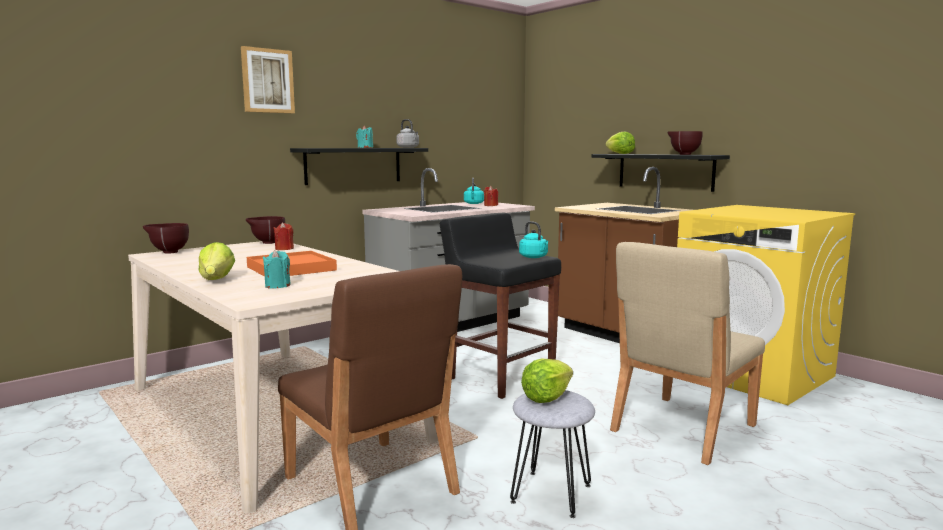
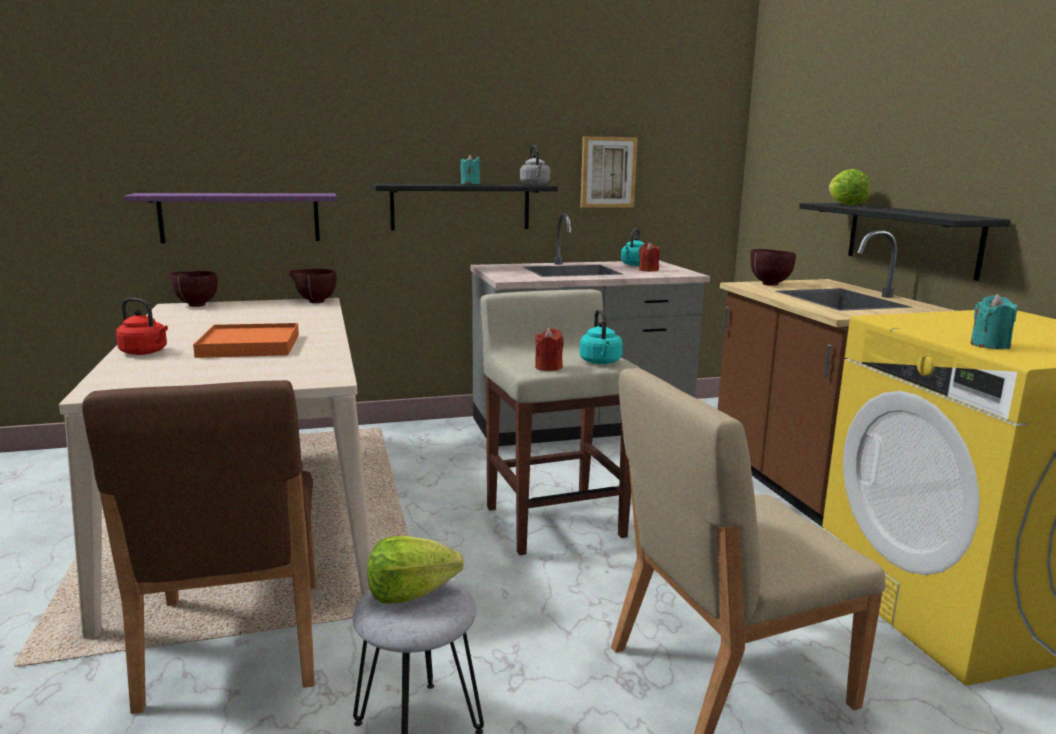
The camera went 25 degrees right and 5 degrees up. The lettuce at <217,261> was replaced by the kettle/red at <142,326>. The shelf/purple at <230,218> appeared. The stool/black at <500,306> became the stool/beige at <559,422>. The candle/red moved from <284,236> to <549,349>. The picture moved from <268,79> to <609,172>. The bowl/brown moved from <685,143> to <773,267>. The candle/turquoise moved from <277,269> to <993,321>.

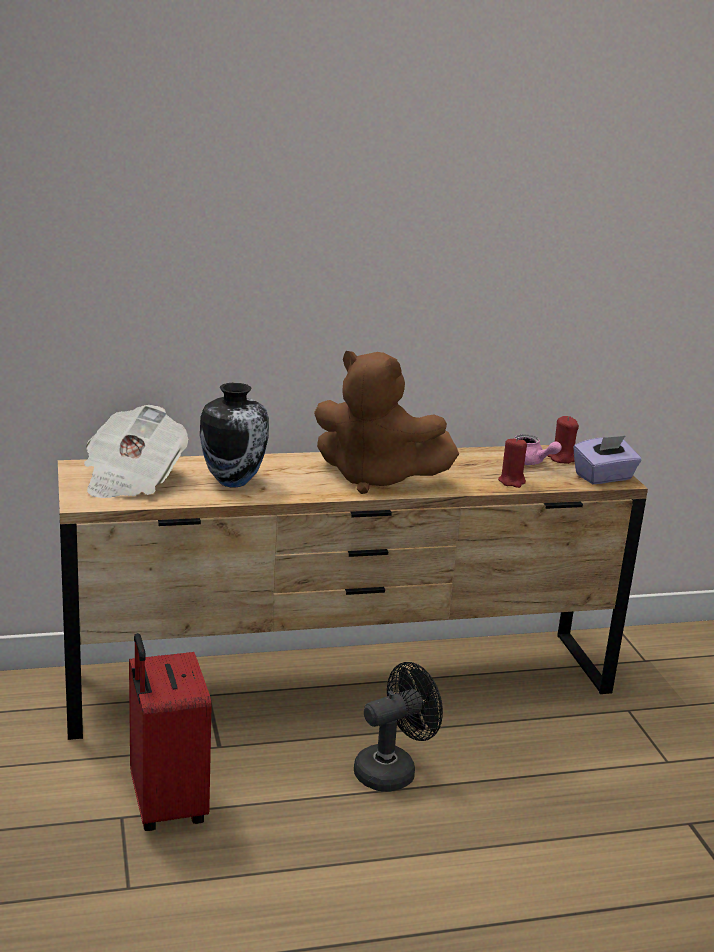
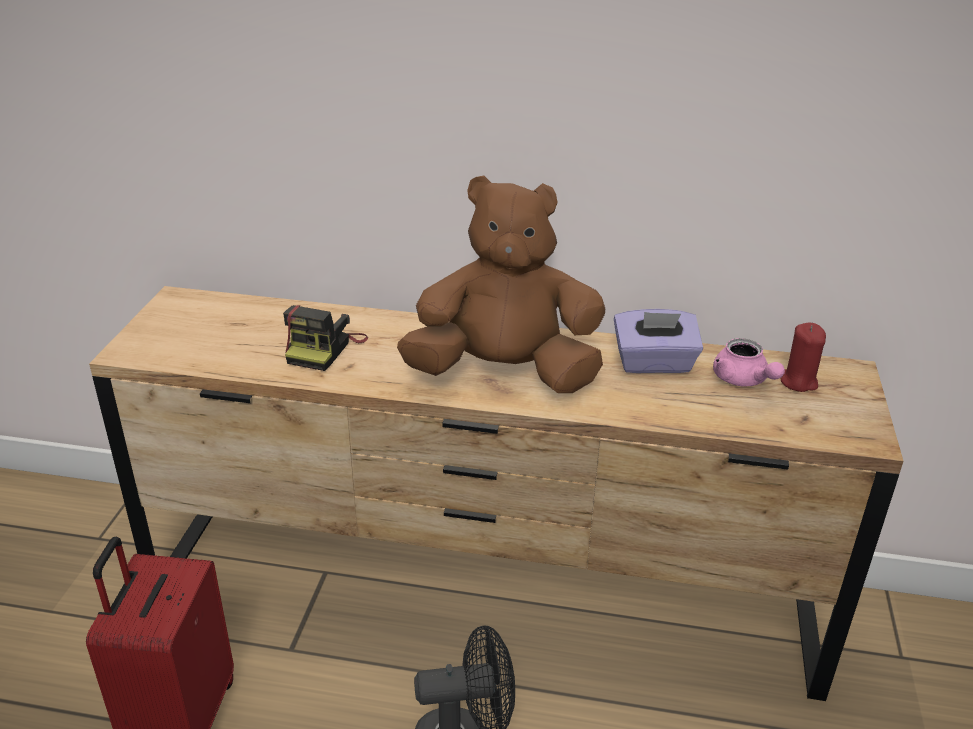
The camera went 25 degrees right and 10 degrees up. The vase at <234,435> was replaced by the photo camera at <325,338>. The plush toy/brown at <386,422> turned 135 degrees clockwise. The tissue box/purple moved from <607,460> to <658,341>. The newspaper at <136,451> disappeared. The candle/red at <512,462> disappeared.

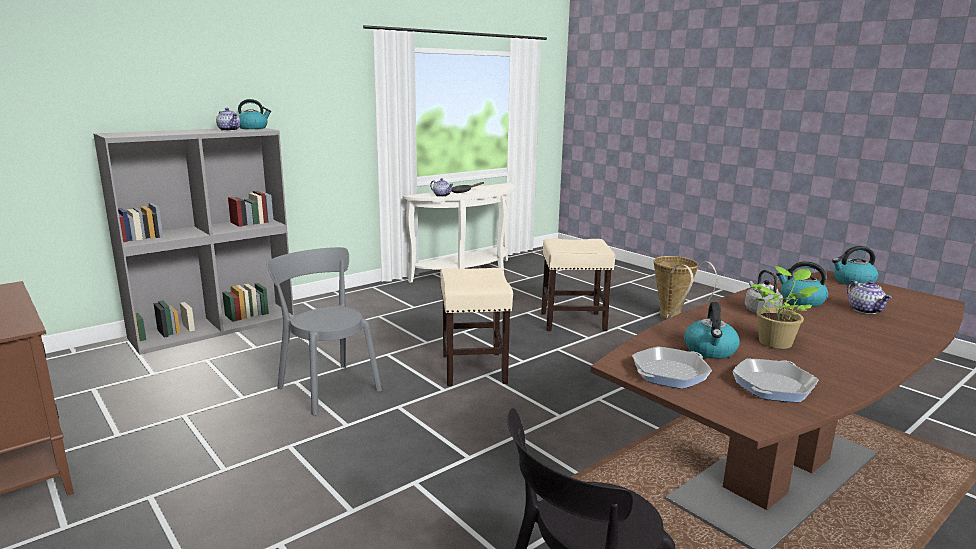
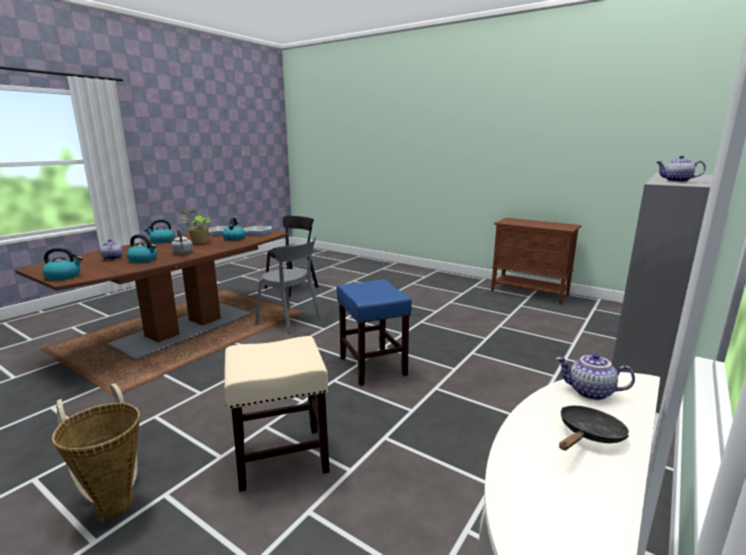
The camera went 165 degrees right and 0 degrees up. The kettle moved from <254,114> to <159,231>. The chair/grey moved from <324,331> to <288,286>. The stool/beige at <476,327> became the stool/blue at <374,332>.

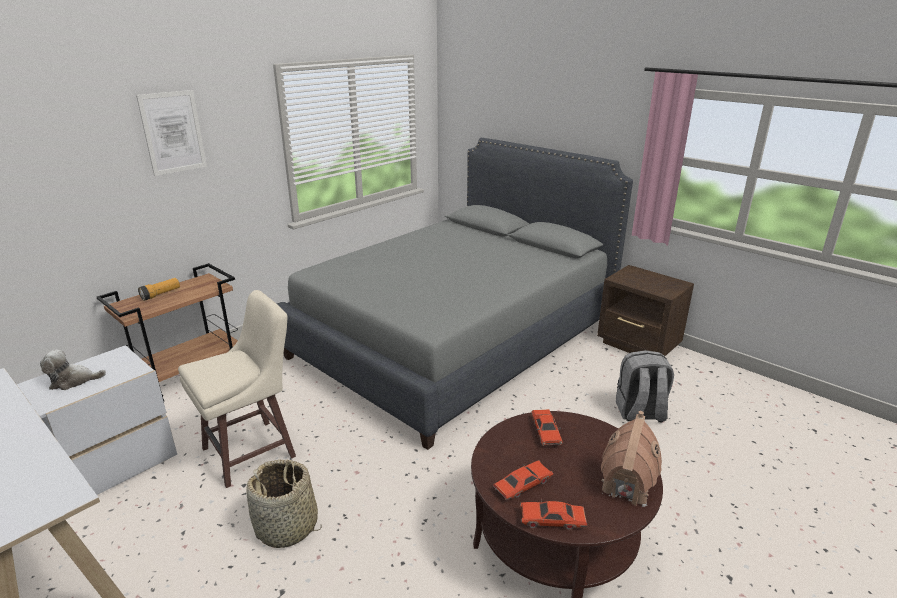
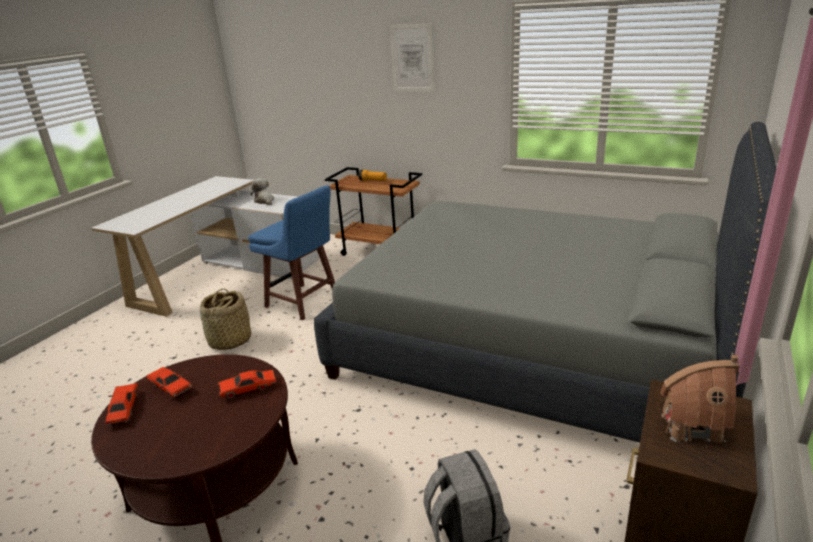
The camera went 75 degrees right and 0 degrees up. The stool/beige at <237,389> became the stool/blue at <291,252>. The toy house moved from <631,459> to <700,399>.

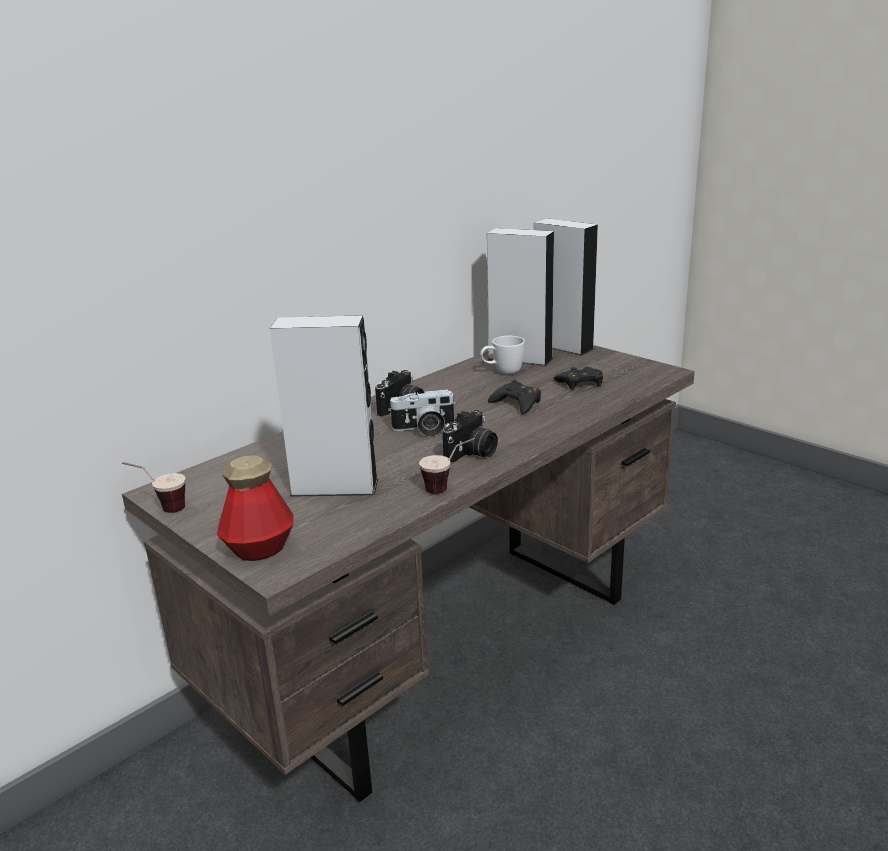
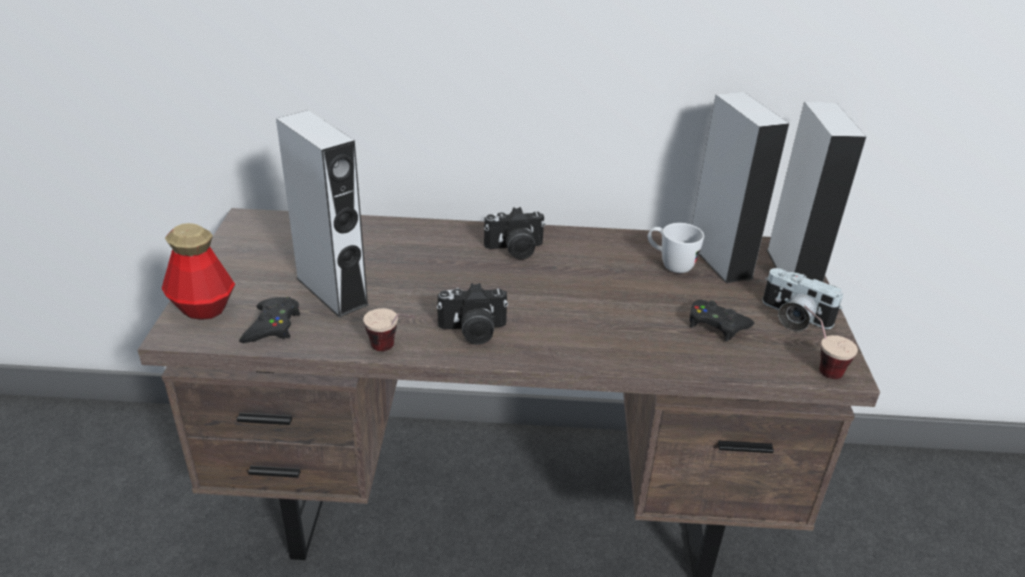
The camera went 45 degrees right and 10 degrees up. The game controller/black moved from <514,397> to <269,320>. The photo camera moved from <422,413> to <802,299>. The cup moved from <153,487> to <831,342>.

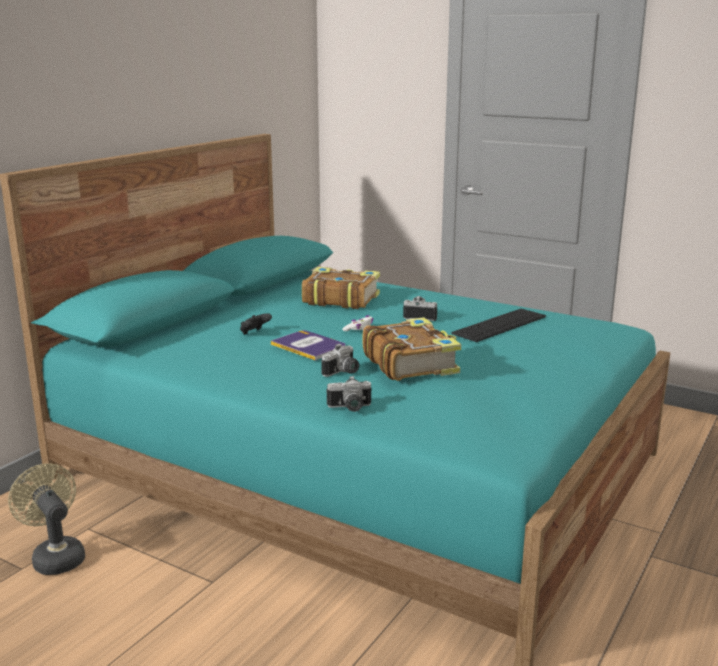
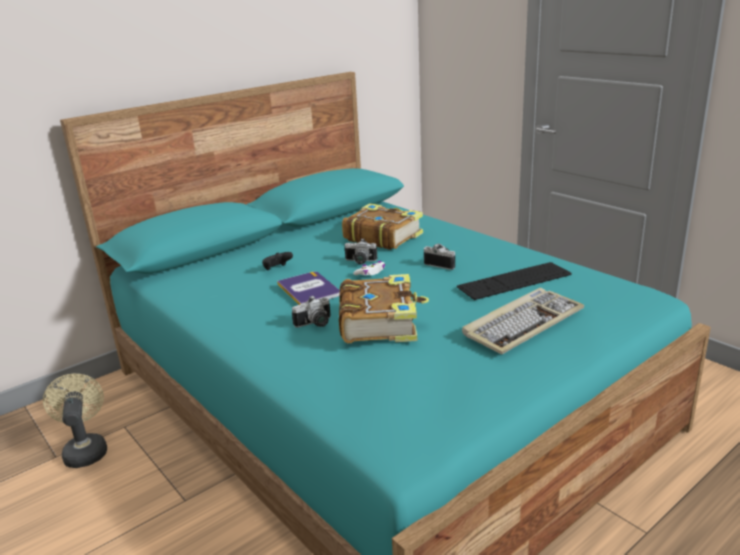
The camera went 20 degrees right and 5 degrees up. The photo camera moved from <349,394> to <361,251>. The keyboard at <523,321> appeared.

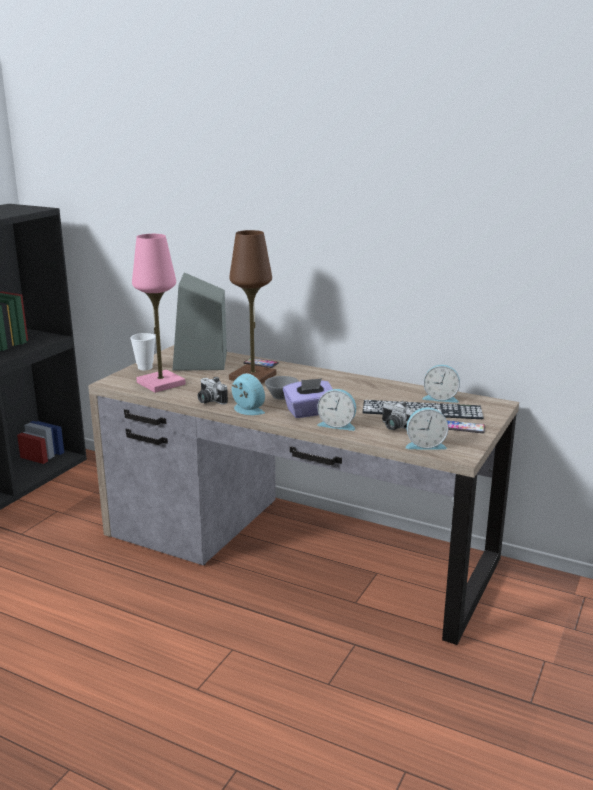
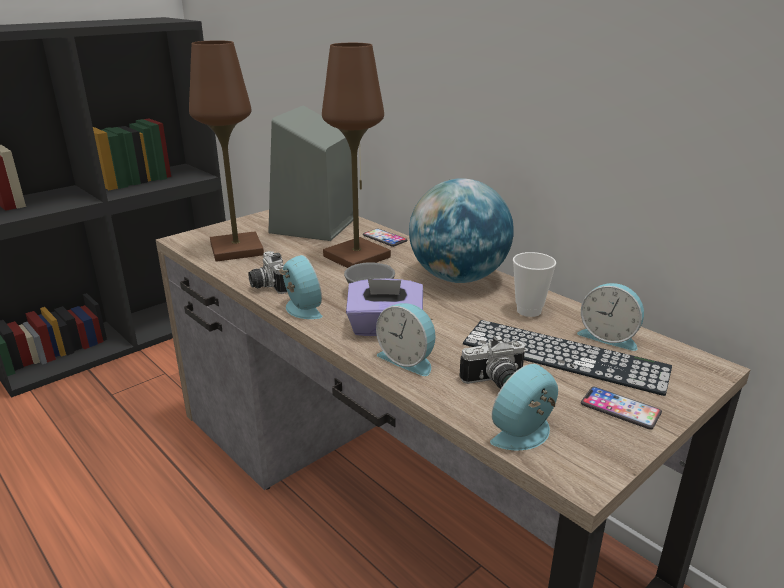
The camera went 20 degrees right and 5 degrees up. The table lamp/pink at <159,313> became the table lamp/brown at <226,151>. The globe at <461,231> appeared. The photo camera at <399,415> turned 75 degrees counterclockwise. The alarm clock at <426,428> turned 120 degrees clockwise. The cup moved from <142,351> to <534,284>.

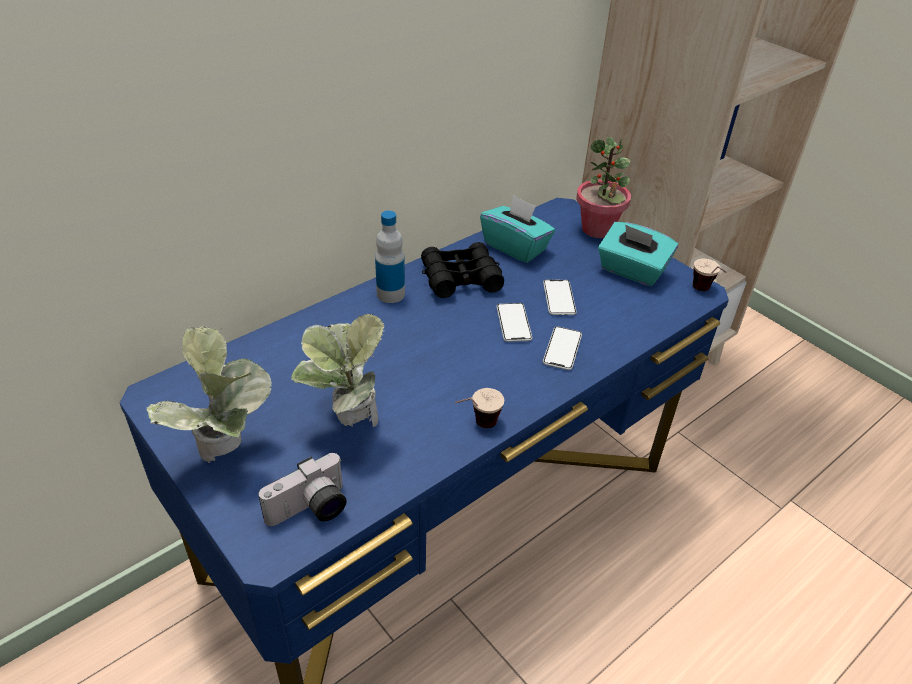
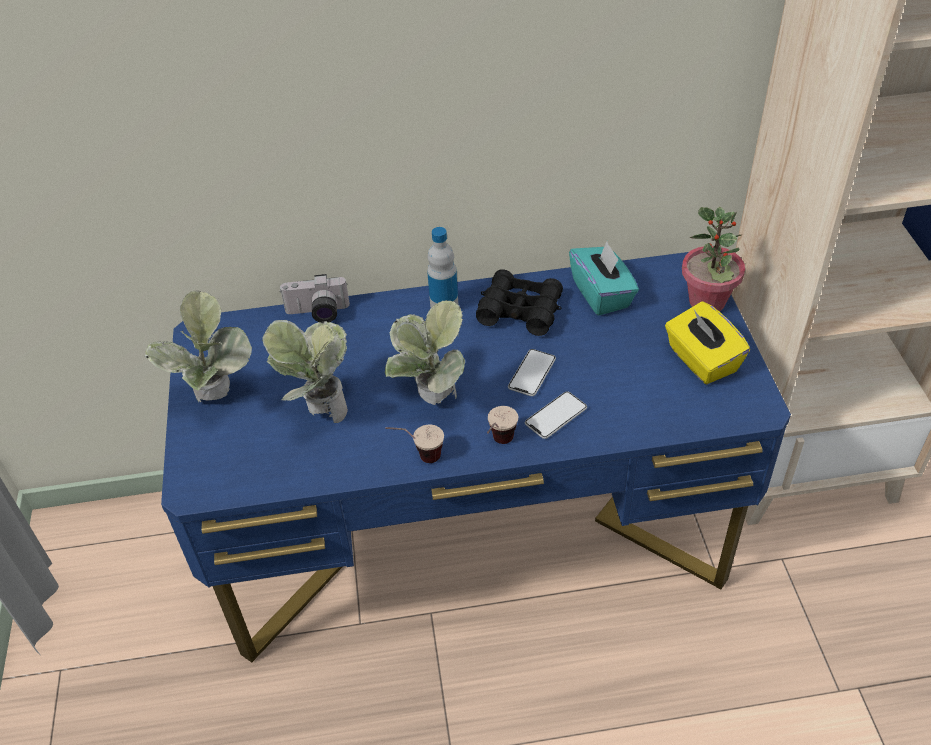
The camera went 35 degrees right and 5 degrees up. The photo camera moved from <302,489> to <314,298>. The potted plant at <425,352> appeared. The cup moved from <709,275> to <502,425>. The tissue box/turquoise at <638,254> became the tissue box/yellow at <707,342>. The phone at <560,297> disappeared.

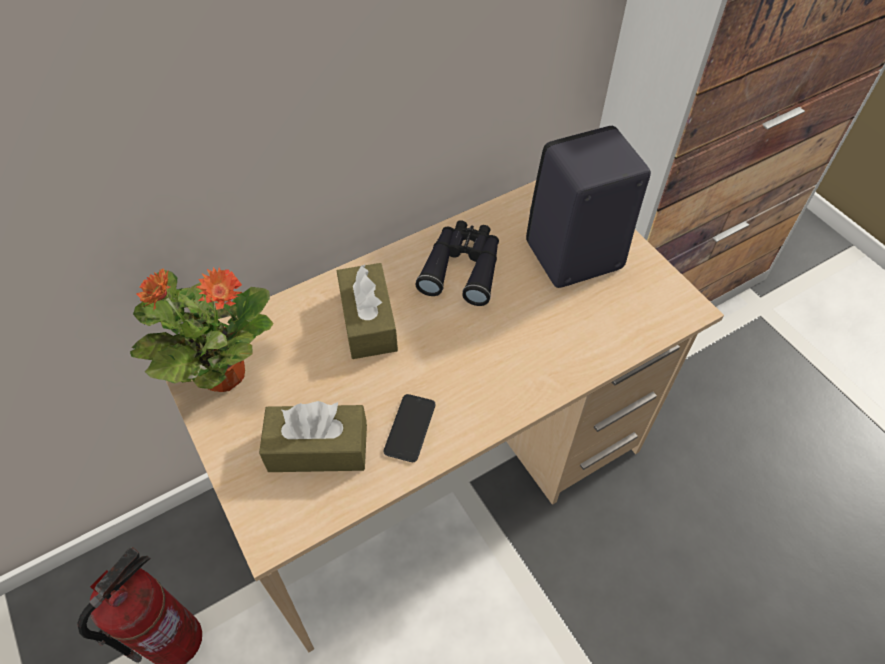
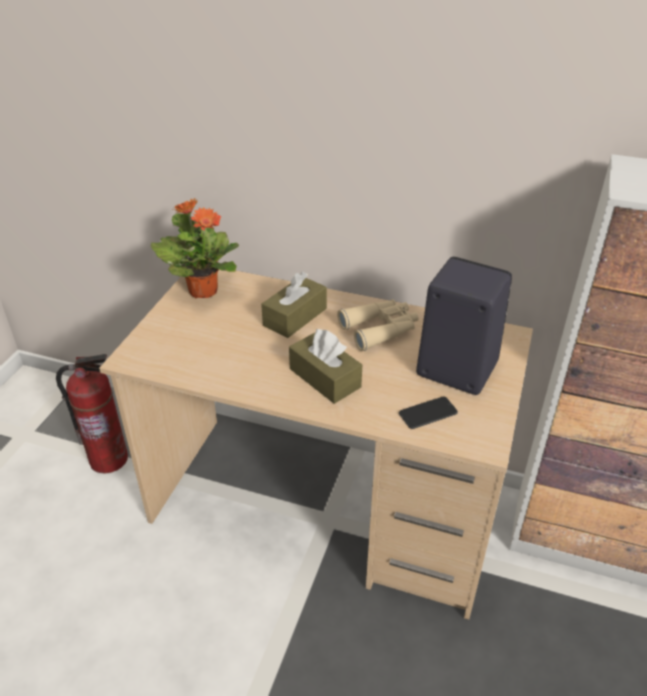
The camera went 50 degrees right and 15 degrees down. The tissue box/brown moved from <313,436> to <325,366>. The binoculars/black at <457,263> became the binoculars/beige at <378,325>. The phone moved from <410,428> to <428,413>.

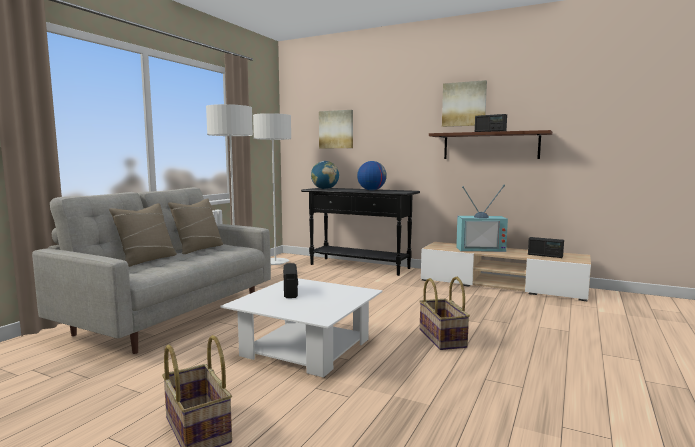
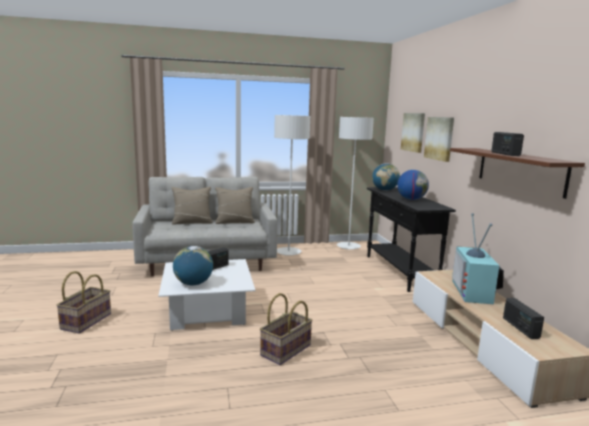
The camera went 50 degrees right and 5 degrees up. The globe at <193,265> appeared. The picture moved from <464,103> to <439,139>. The television at <482,218> turned 45 degrees clockwise.

